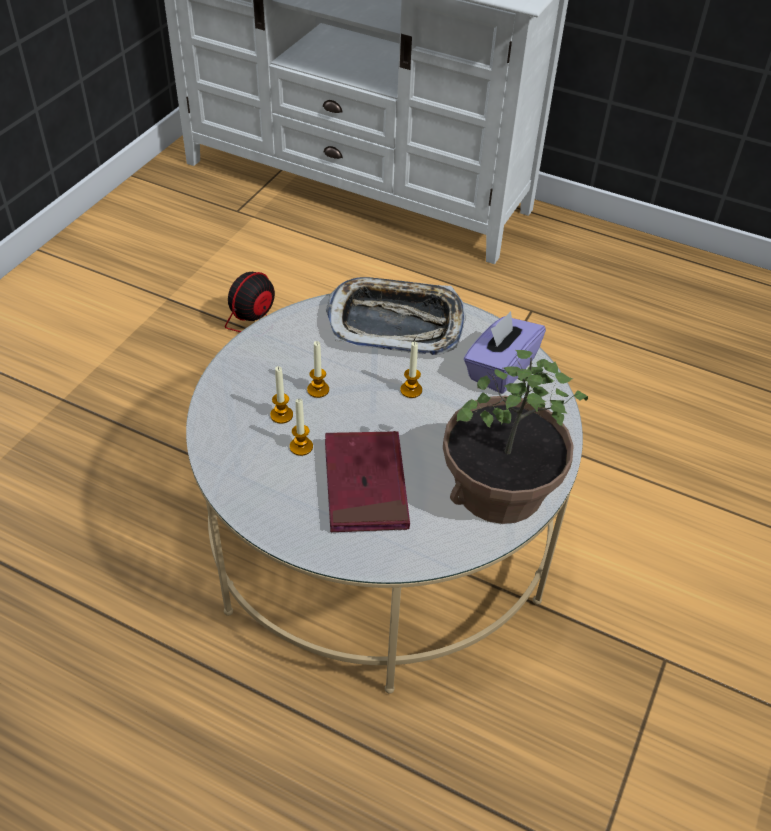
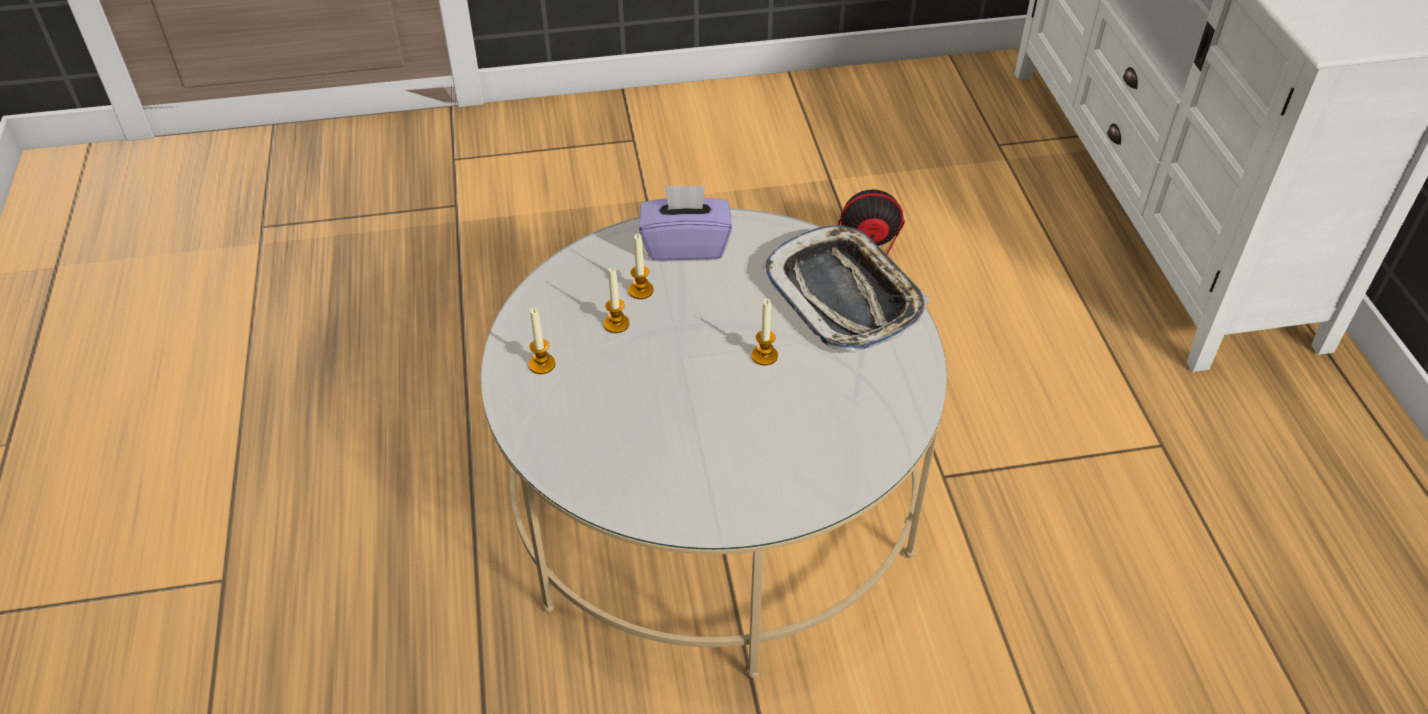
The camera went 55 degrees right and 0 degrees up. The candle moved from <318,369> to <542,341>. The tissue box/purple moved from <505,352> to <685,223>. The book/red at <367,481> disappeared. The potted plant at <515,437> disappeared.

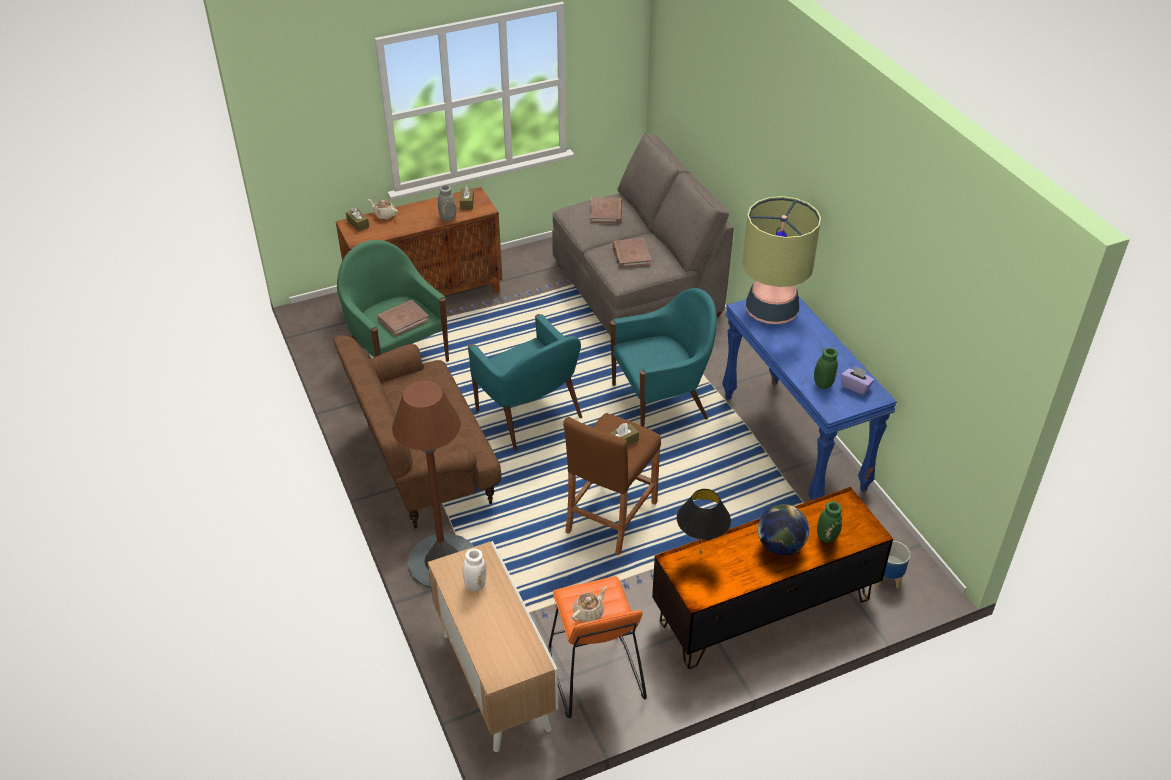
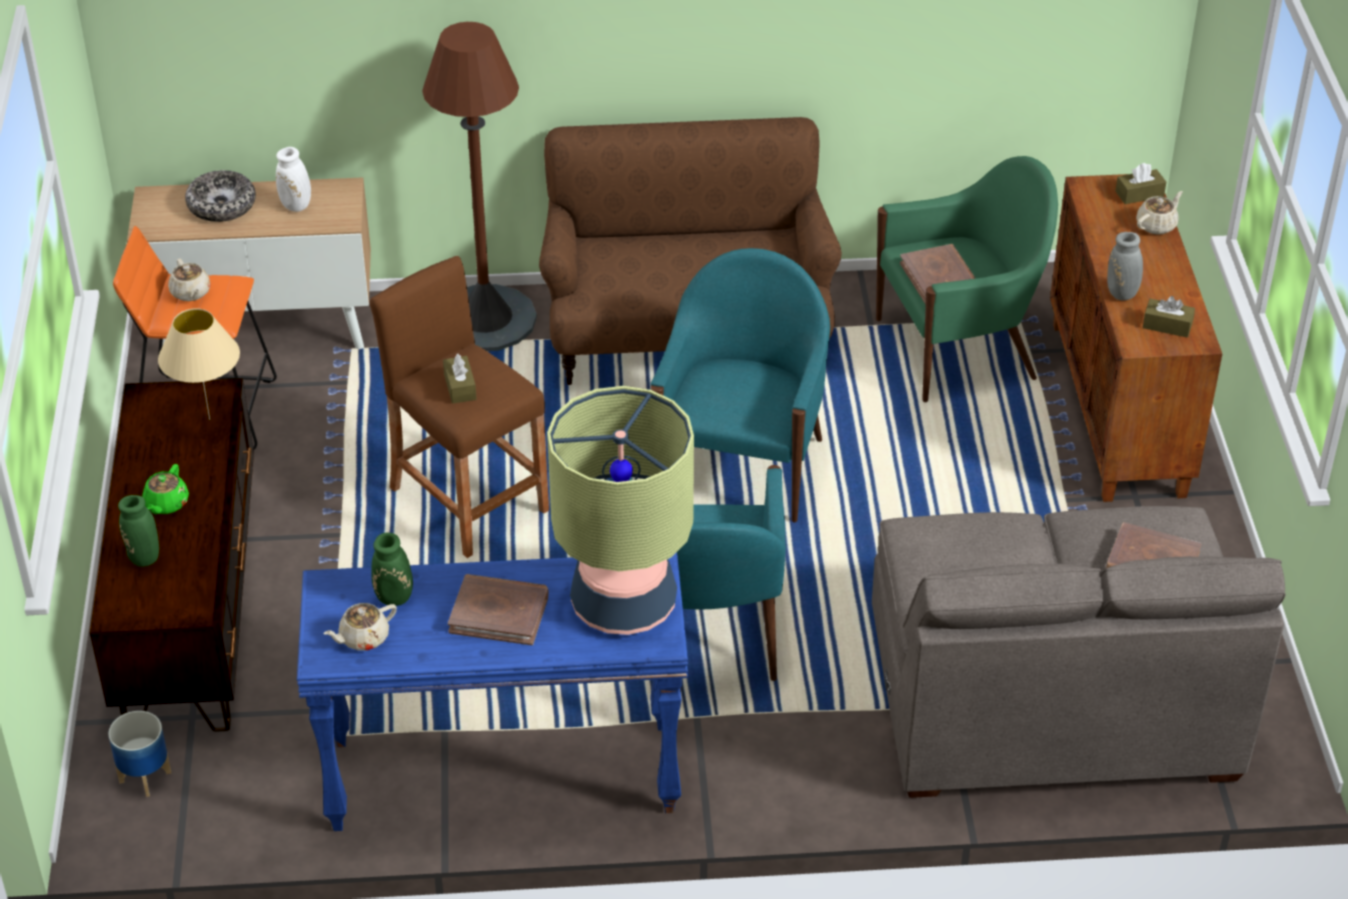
The camera went 110 degrees right and 0 degrees up. The globe at <783,529> was replaced by the teapot/green at <165,489>. The table lamp/black at <704,522> became the table lamp/beige at <199,364>. The bowl at <220,196> appeared. The tissue box/purple at <857,380> was replaced by the teapot/beige at <360,627>. The book/brown moved from <631,253> to <498,609>. The armchair/turquoise at <525,382> turned 120 degrees clockwise.

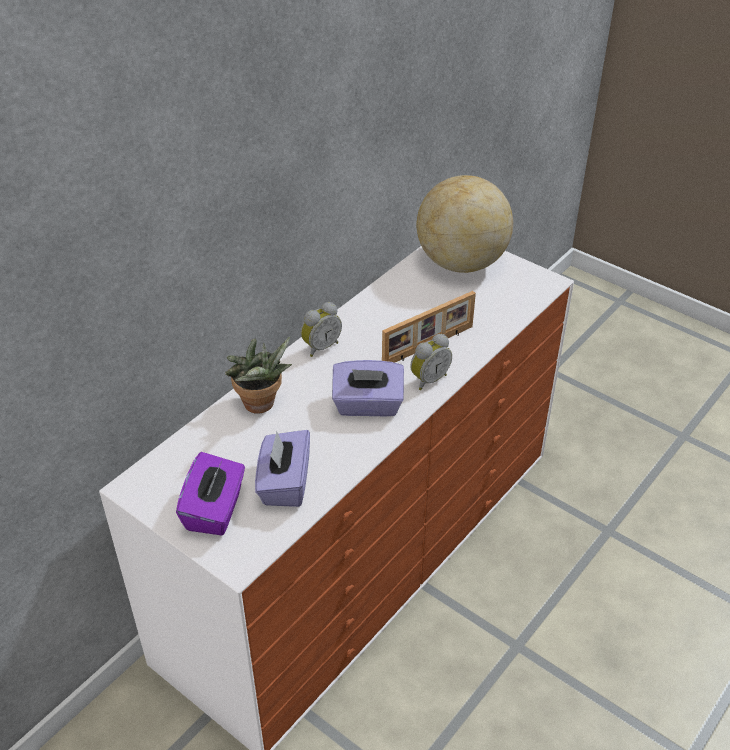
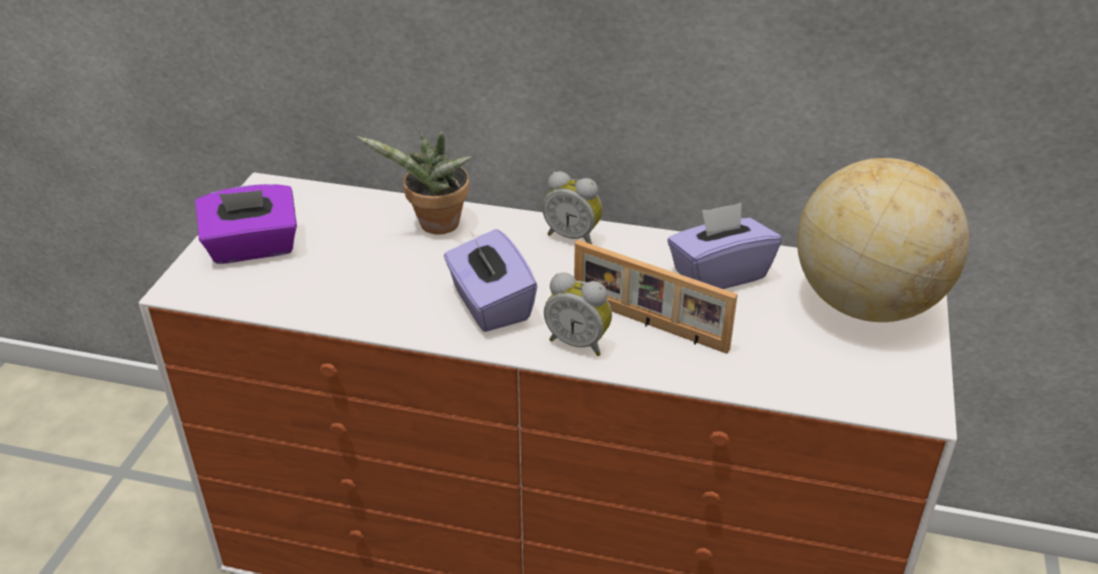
The camera went 65 degrees right and 5 degrees down. The tissue box/purple moved from <282,468> to <724,245>.

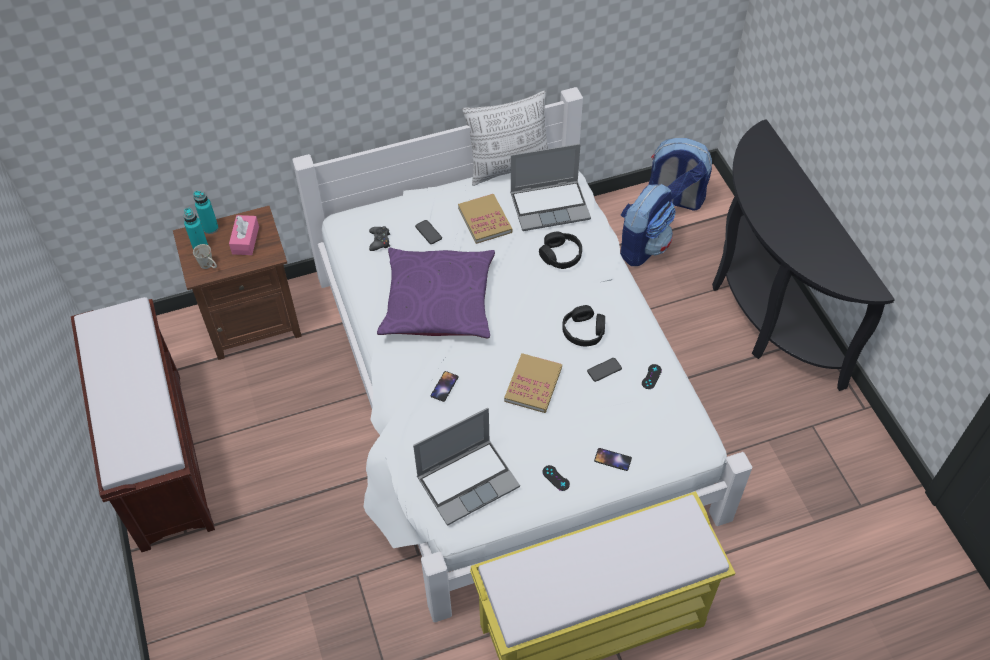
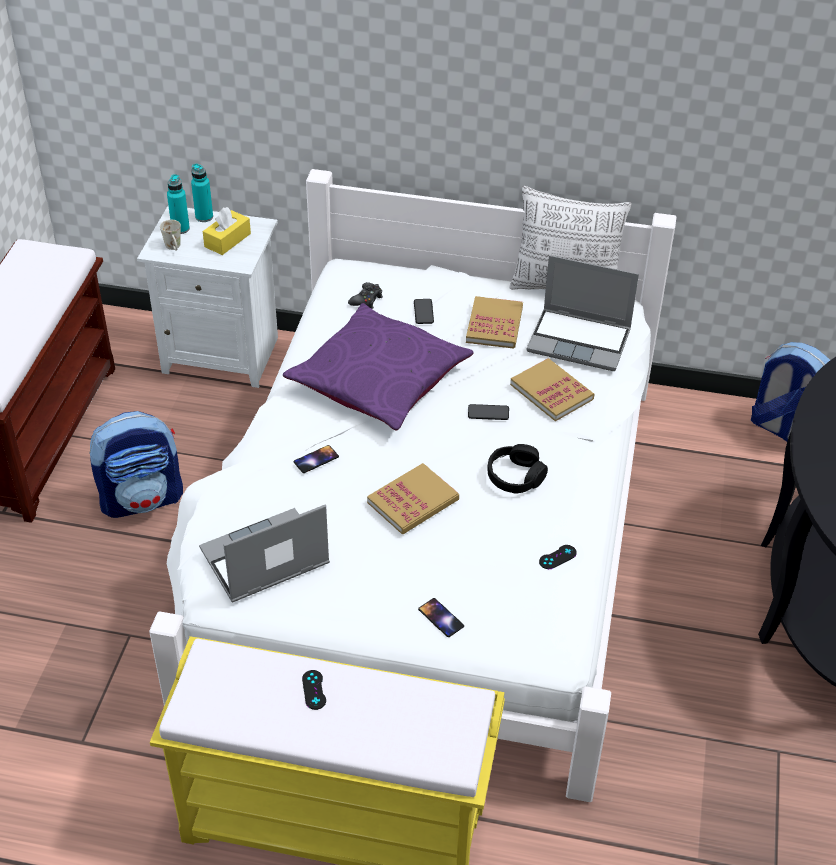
The camera went 30 degrees right and 10 degrees down. The backpack moved from <648,225> to <136,464>. The nightstand/brown at <237,283> became the nightstand/white at <207,297>. The laptop at <466,466> turned 150 degrees clockwise. The tissue box/pink at <244,235> became the tissue box/yellow at <227,231>. The game controller/black moved from <556,478> to <314,690>. The phone moved from <604,370> to <488,412>. The headphones/black at <560,250> was replaced by the book at <552,389>.

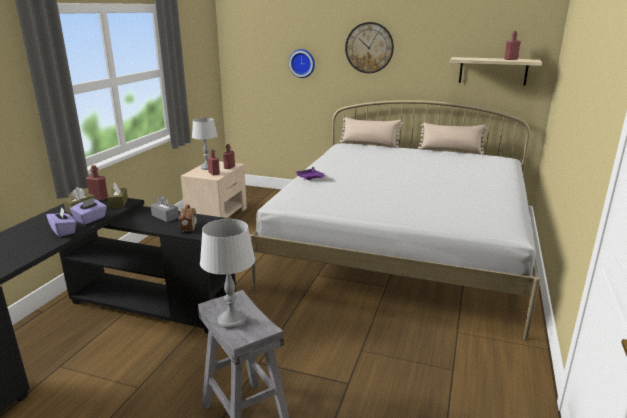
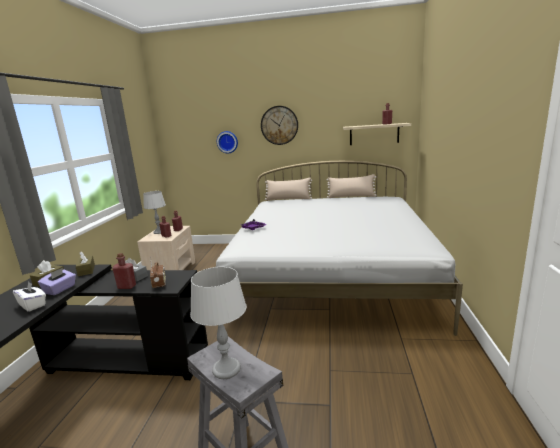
The camera went 10 degrees left and 5 degrees down. The tissue box/purple at <61,222> became the tissue box/white at <29,296>. The bottle/red moved from <97,183> to <124,271>.

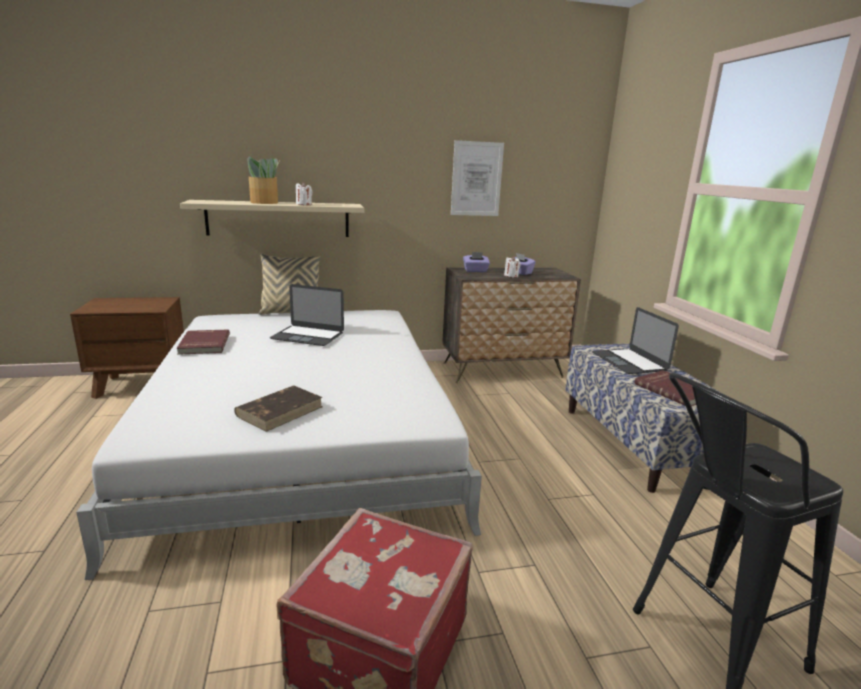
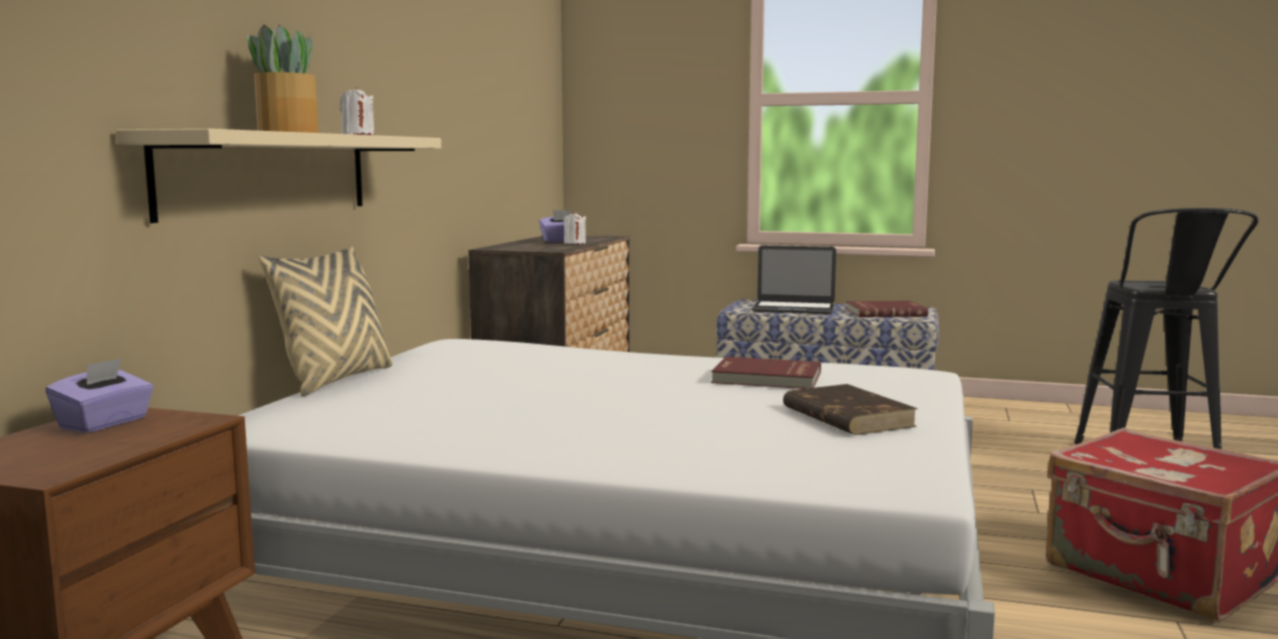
The camera went 60 degrees left and 10 degrees down. The tissue box/purple moved from <476,262> to <99,395>. The book/red moved from <203,342> to <766,373>. The laptop at <307,315> disappeared. The picture at <477,178> disappeared.

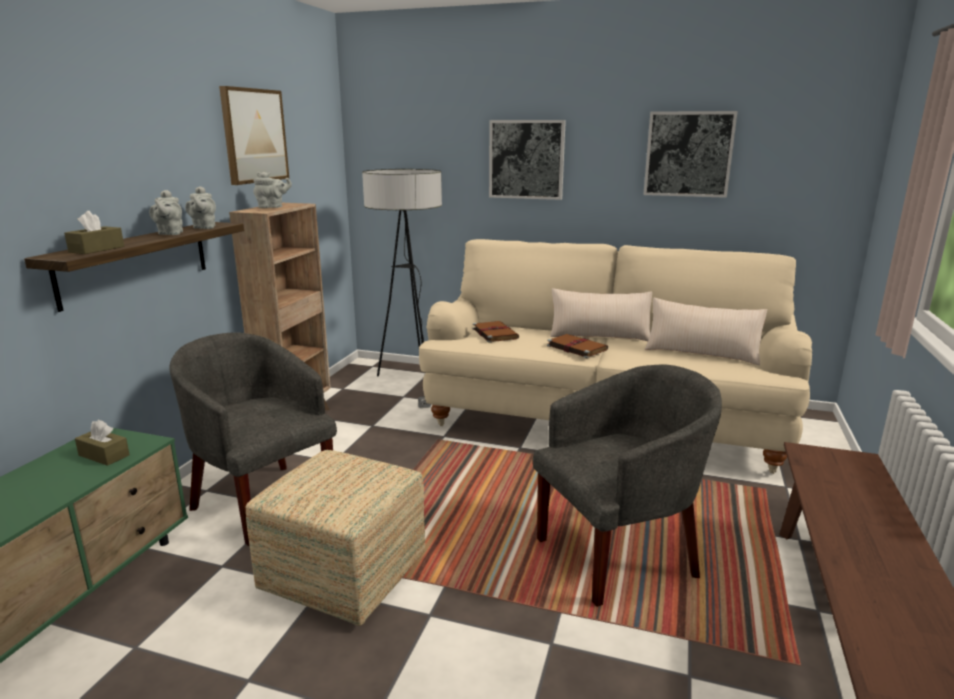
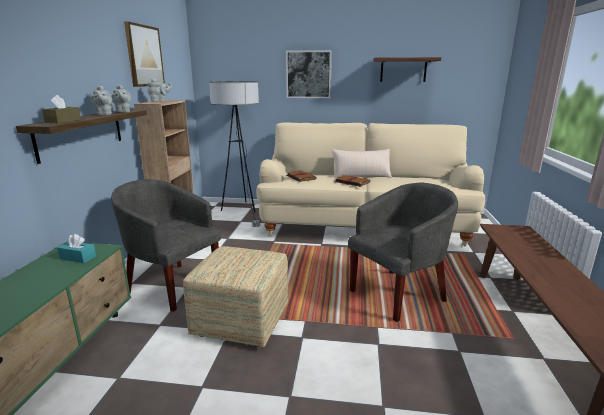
The camera went 10 degrees left and 0 degrees up. The tissue box/brown at <102,443> became the tissue box/turquoise at <76,248>. The picture at <690,154> was replaced by the shelf at <407,69>. The pillow/beige at <706,331> disappeared.

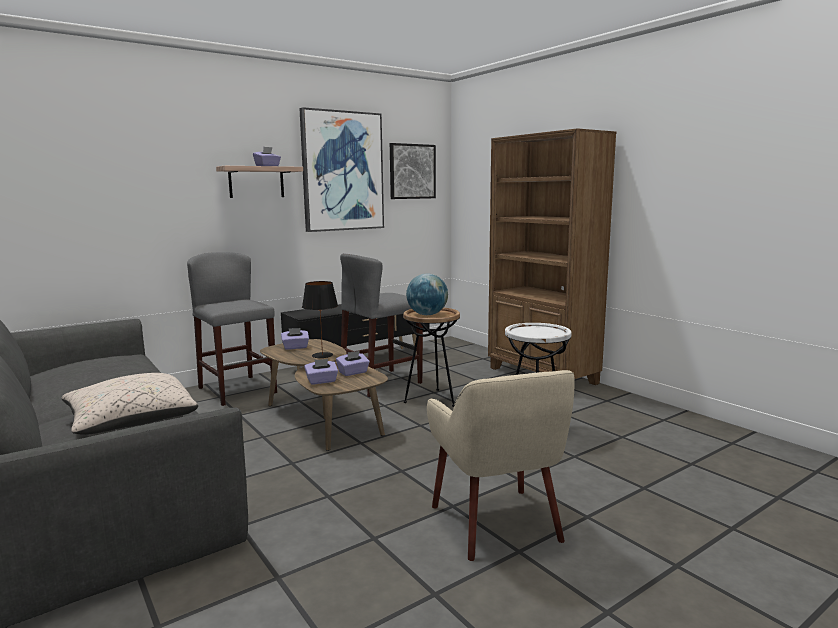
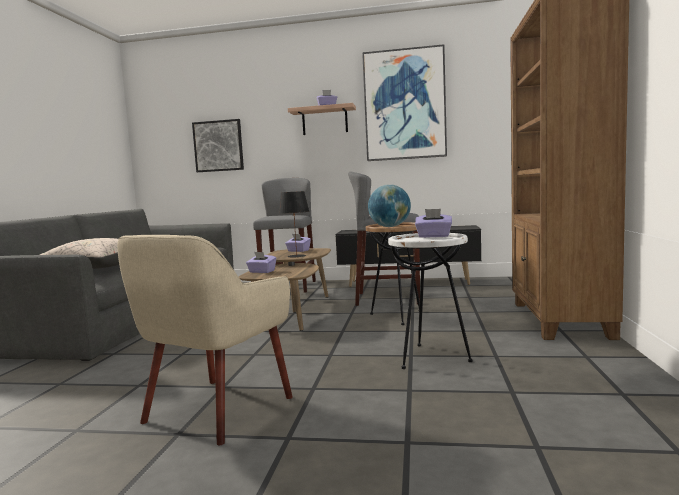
The camera went 45 degrees right and 5 degrees down. The picture moved from <413,171> to <218,145>. The tissue box/purple moved from <353,363> to <433,223>.

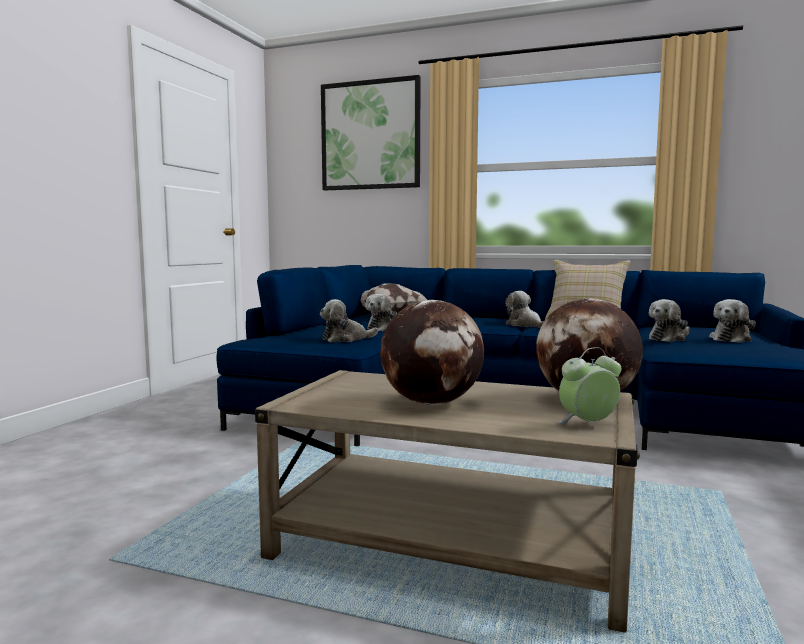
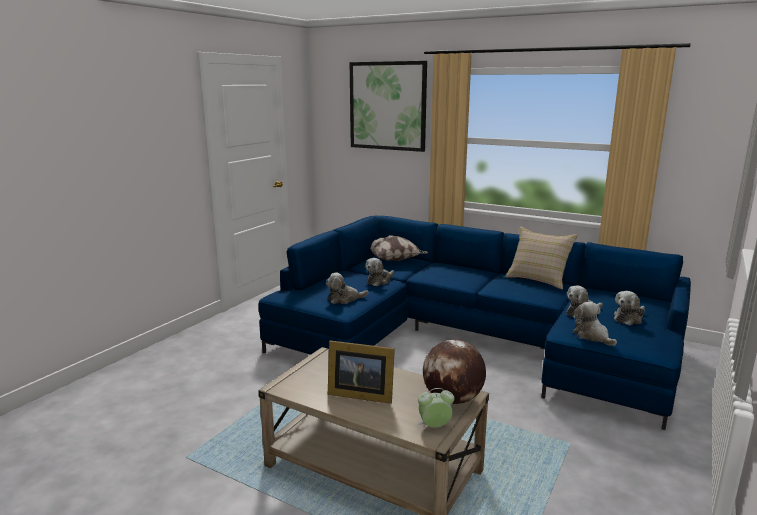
The camera went 10 degrees right and 10 degrees up. The globe at <432,352> was replaced by the picture frame at <361,372>. The plush toy moved from <525,309> to <595,324>.

